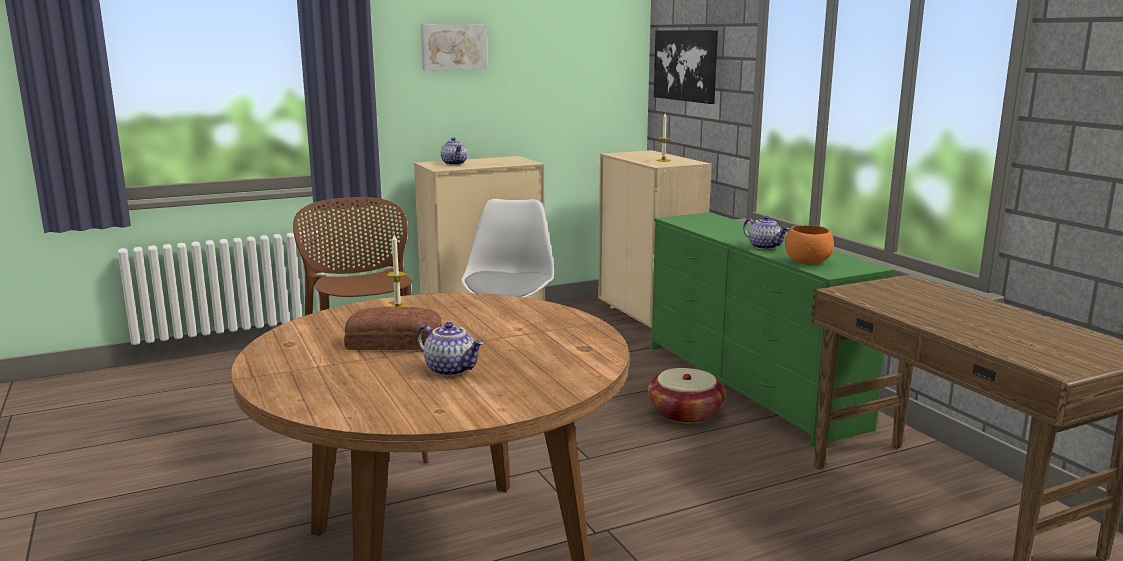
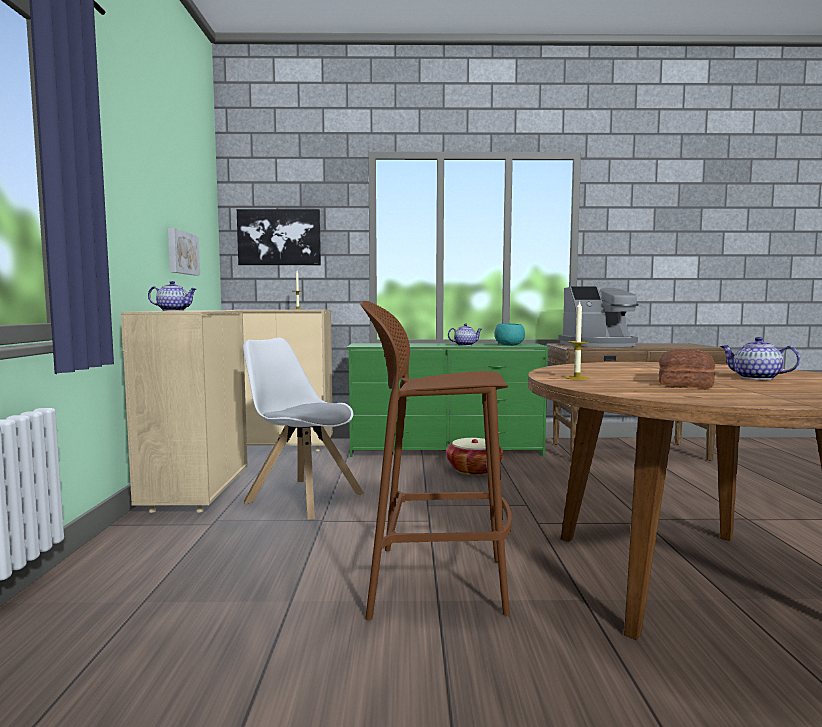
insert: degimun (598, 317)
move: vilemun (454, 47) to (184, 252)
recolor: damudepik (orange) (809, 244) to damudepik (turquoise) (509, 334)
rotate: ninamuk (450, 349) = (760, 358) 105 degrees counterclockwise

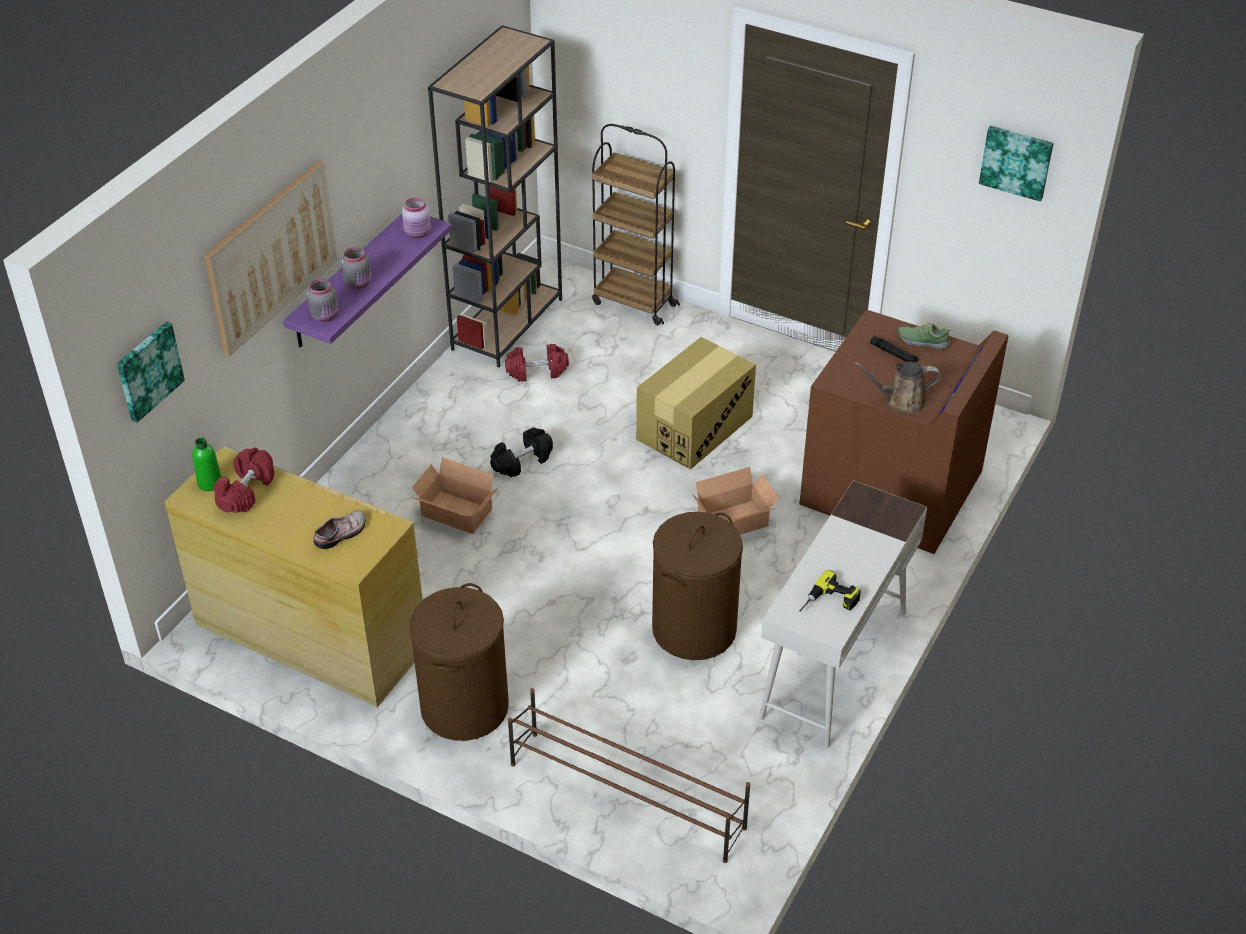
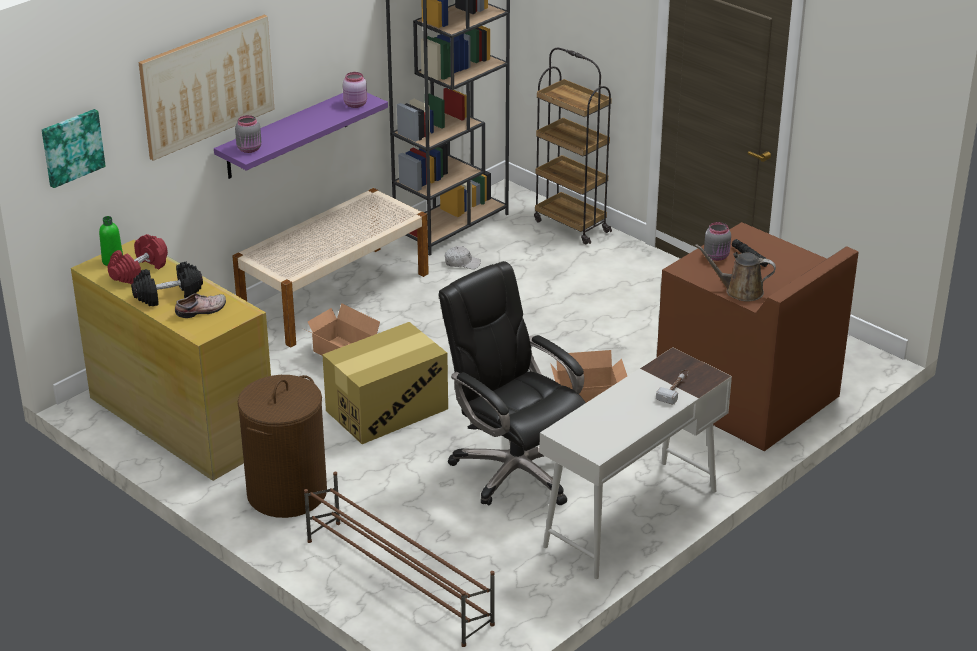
delete: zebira (830, 591); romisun (924, 336); vilemun (1016, 163)
insert: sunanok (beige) (330, 268); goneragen (672, 386)
move: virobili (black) (521, 452) to (167, 284); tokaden (696, 403) to (385, 383); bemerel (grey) (356, 268) to (717, 241)
replace: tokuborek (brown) (697, 586) to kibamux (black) (512, 383); virobili (red) (537, 363) to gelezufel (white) (463, 257)

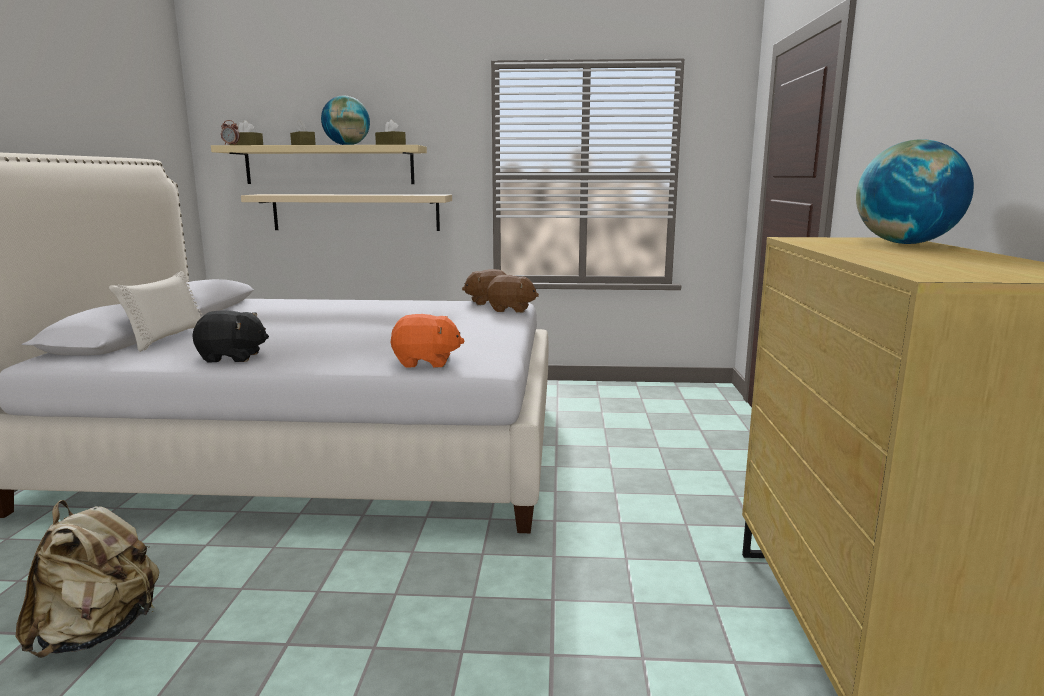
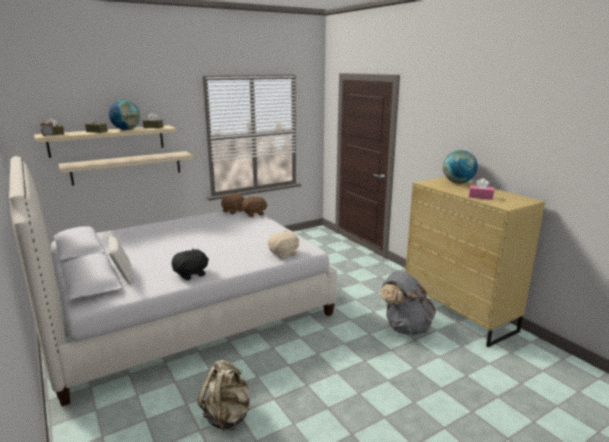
insert: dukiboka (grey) (408, 303); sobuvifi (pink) (481, 189)
recolor: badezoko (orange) (427, 341) to badezoko (beige) (283, 245)

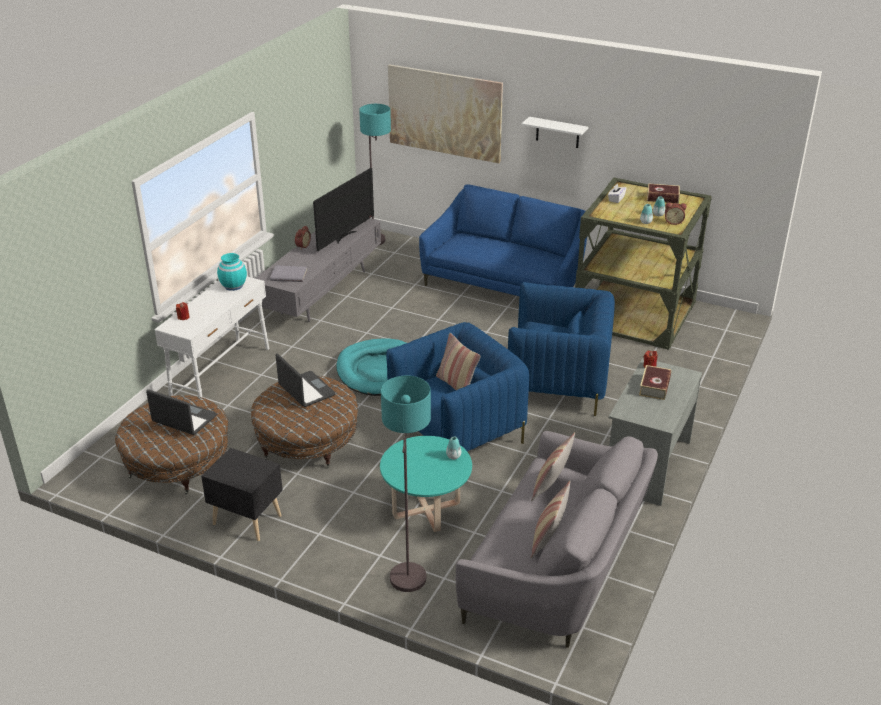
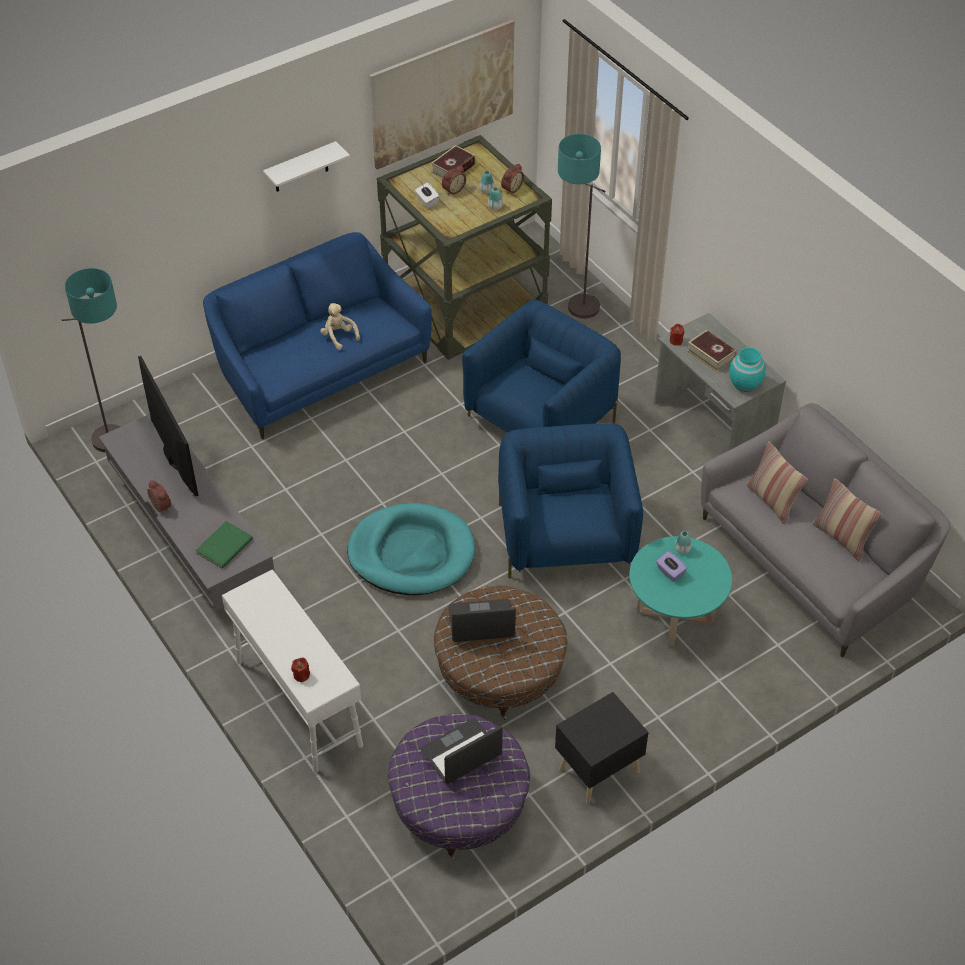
delete: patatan (458, 361)
insert: badezoko (beige) (340, 326); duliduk (454, 180); sobuvifi (purple) (671, 566)
move: vilemun (445, 113) to (441, 95); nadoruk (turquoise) (406, 484) to (582, 226); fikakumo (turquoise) (232, 272) to (747, 369)
recolor: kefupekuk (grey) (288, 273) to kefupekuk (green) (224, 545); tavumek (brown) (171, 444) to tavumek (purple) (459, 786)

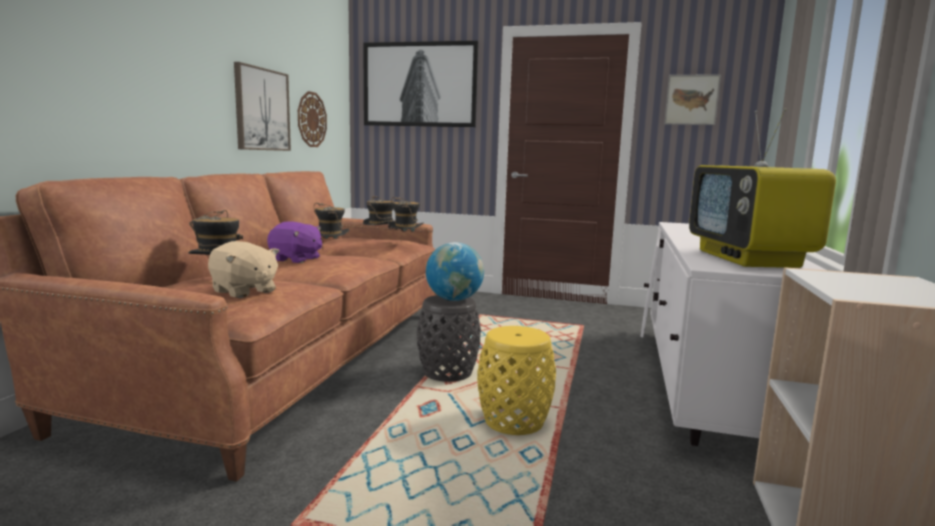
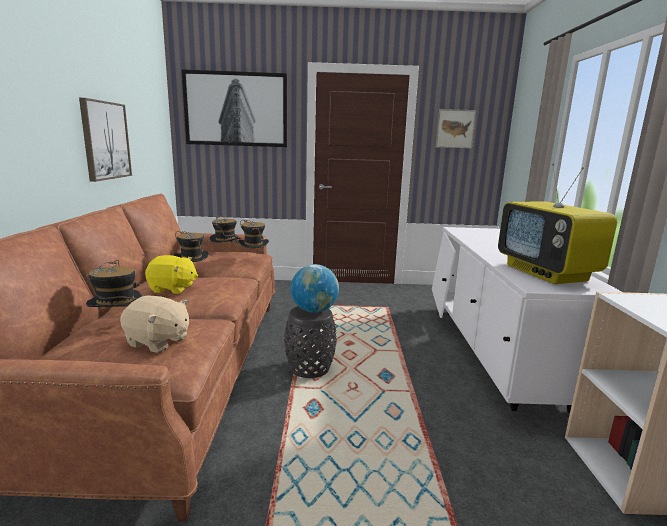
delete: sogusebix (312, 119); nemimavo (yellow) (516, 380)
recolor: badezoko (purple) (294, 242) to badezoko (yellow) (171, 274)

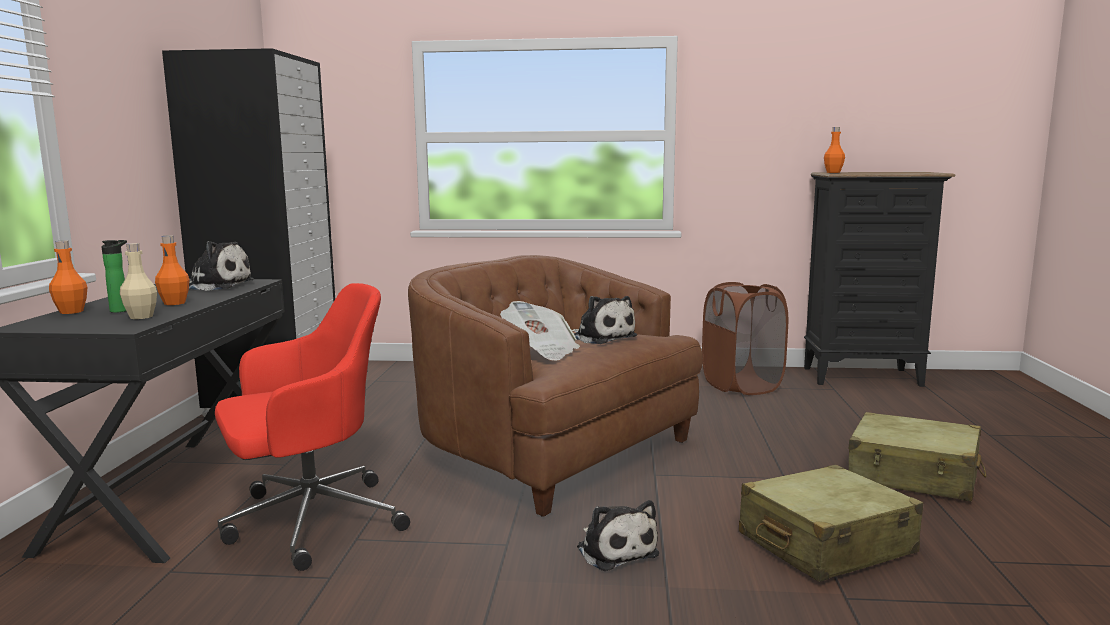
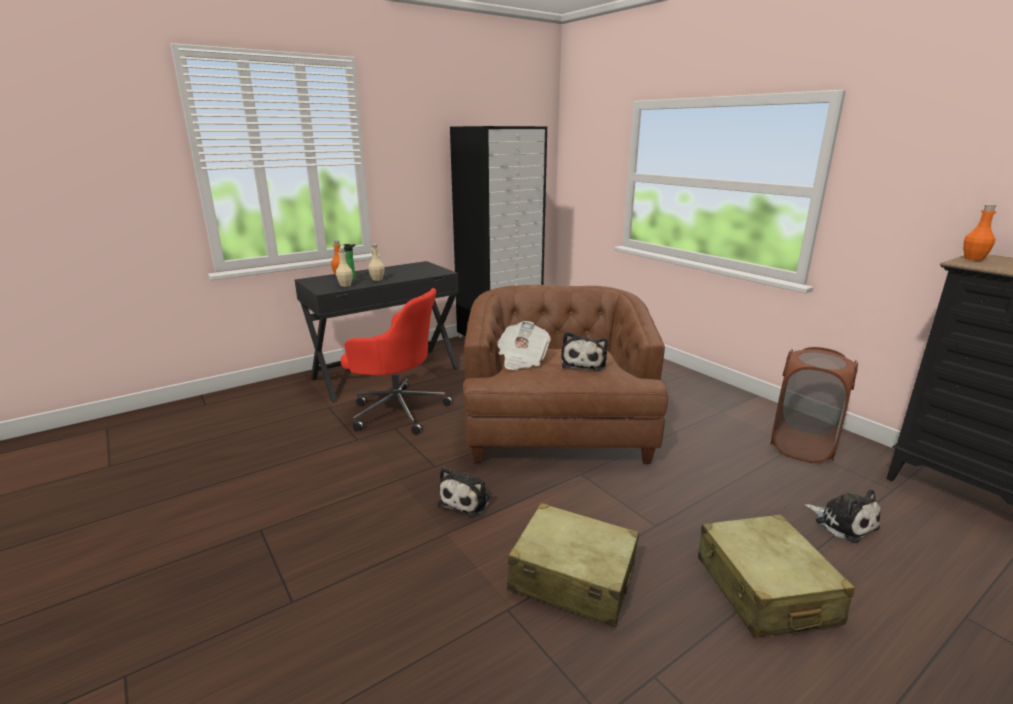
move: badezoko (221, 266) to (842, 516)
recolor: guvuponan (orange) (172, 270) to guvuponan (beige) (376, 262)

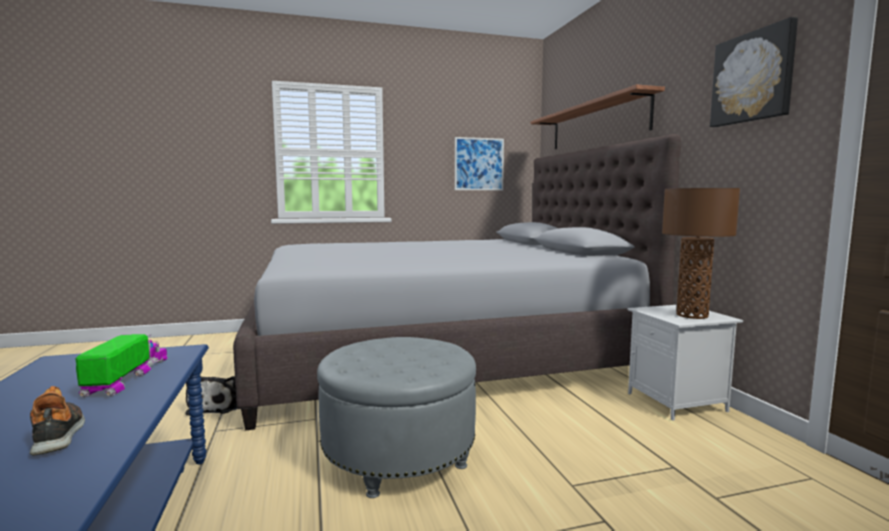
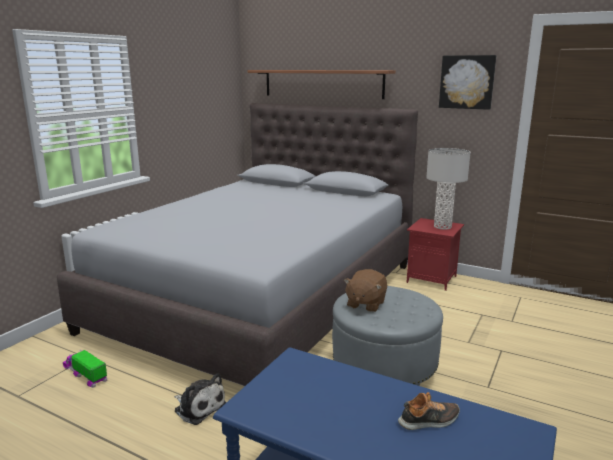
delete: vilemun (479, 163)
insert: badezoko (brown) (365, 290)
move: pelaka (121, 366) to (85, 369)
recolor: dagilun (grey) (685, 363) to dagilun (red) (435, 254); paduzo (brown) (701, 253) to paduzo (white) (448, 188)
rotate: romisun (57, 420) = (429, 411) 150 degrees clockwise

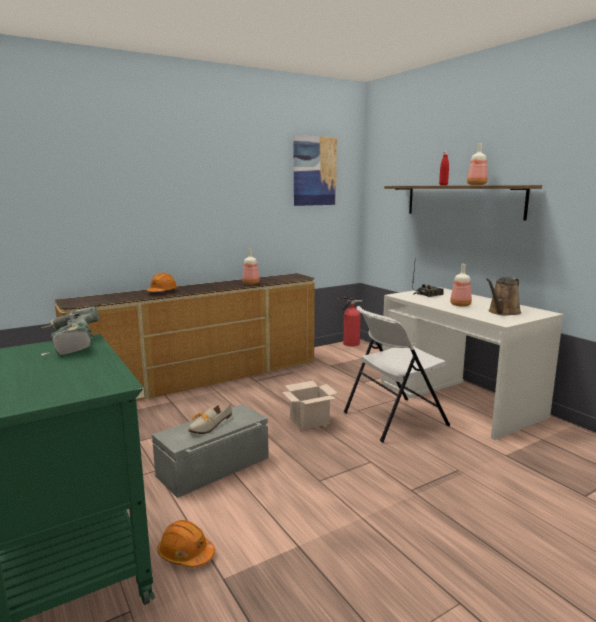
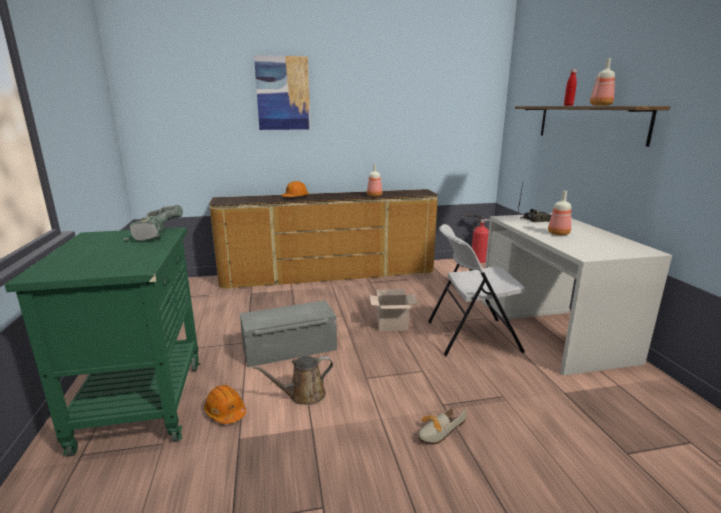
move: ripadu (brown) (503, 296) to (293, 380); vilemun (315, 170) to (282, 92); romisun (210, 418) to (442, 426)

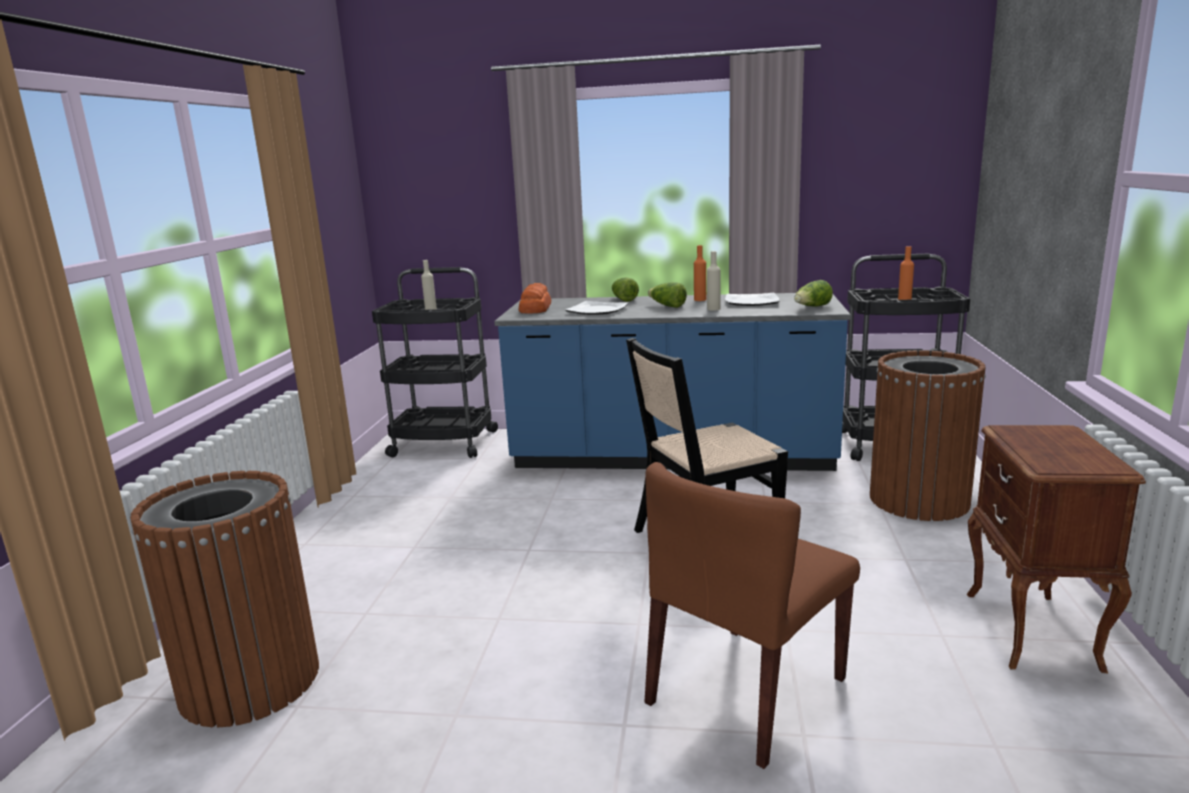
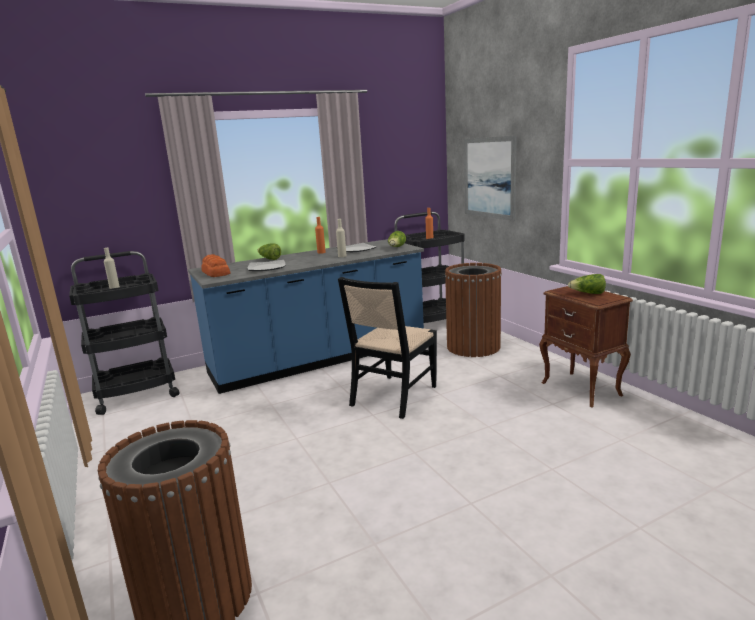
delete: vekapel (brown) (752, 615)
insert: vilemun (490, 178)
move: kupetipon (667, 295) to (587, 284)

